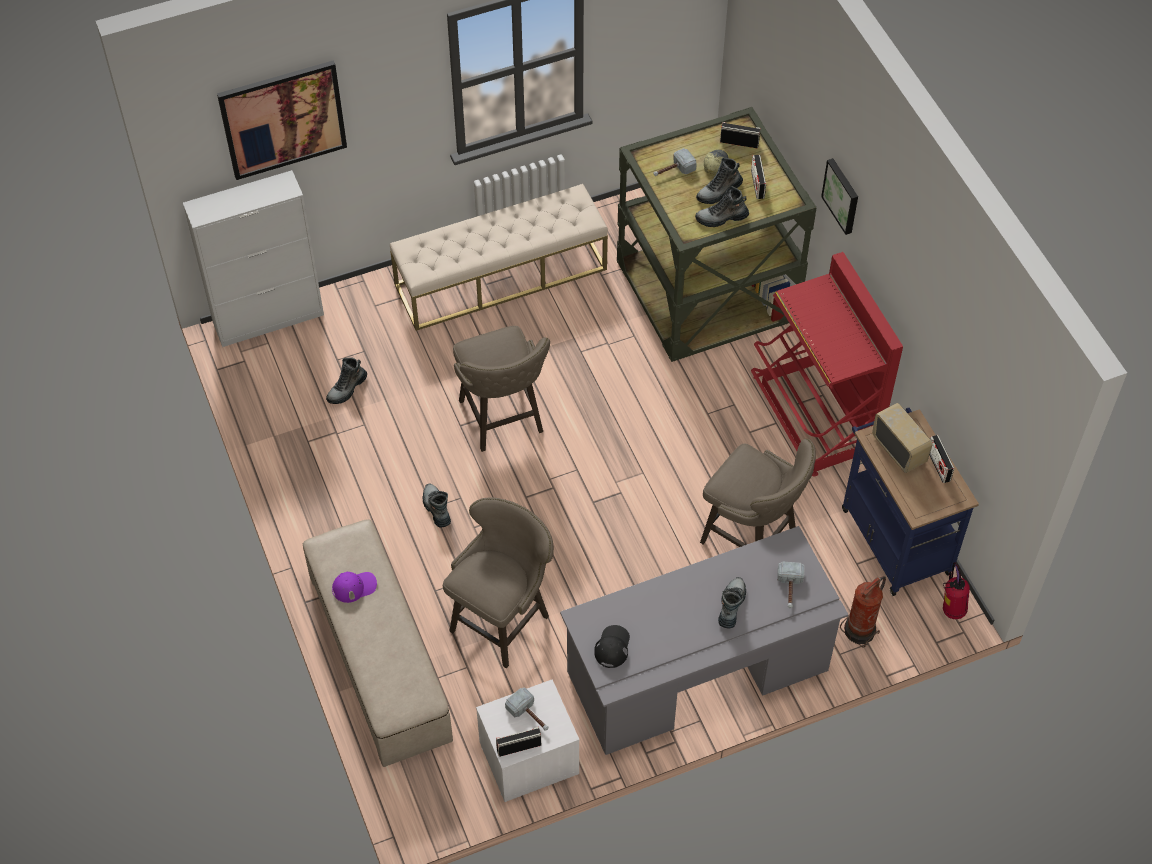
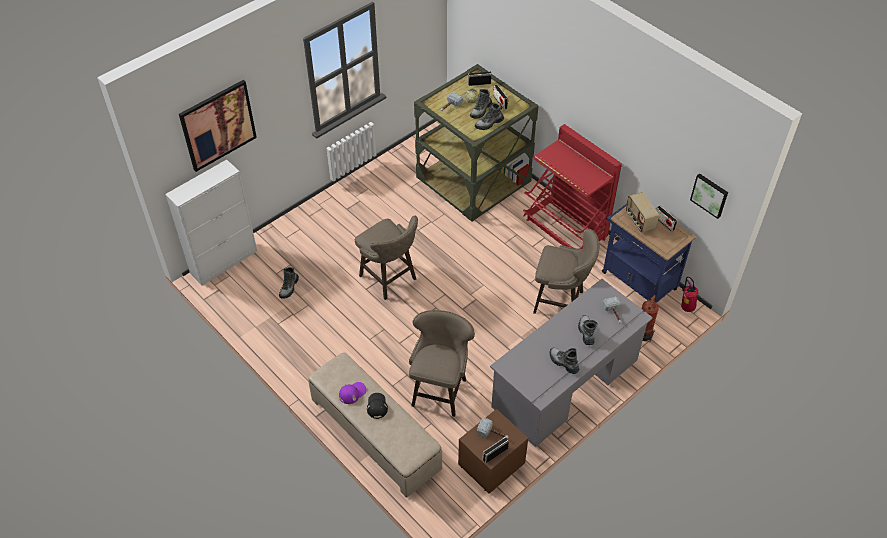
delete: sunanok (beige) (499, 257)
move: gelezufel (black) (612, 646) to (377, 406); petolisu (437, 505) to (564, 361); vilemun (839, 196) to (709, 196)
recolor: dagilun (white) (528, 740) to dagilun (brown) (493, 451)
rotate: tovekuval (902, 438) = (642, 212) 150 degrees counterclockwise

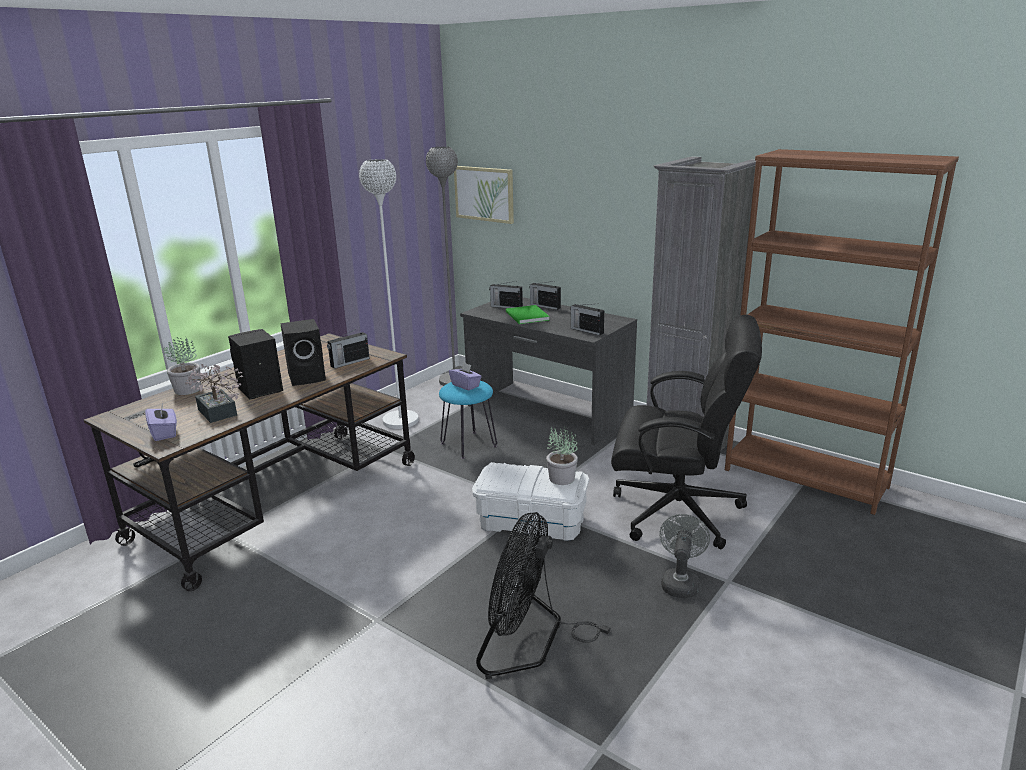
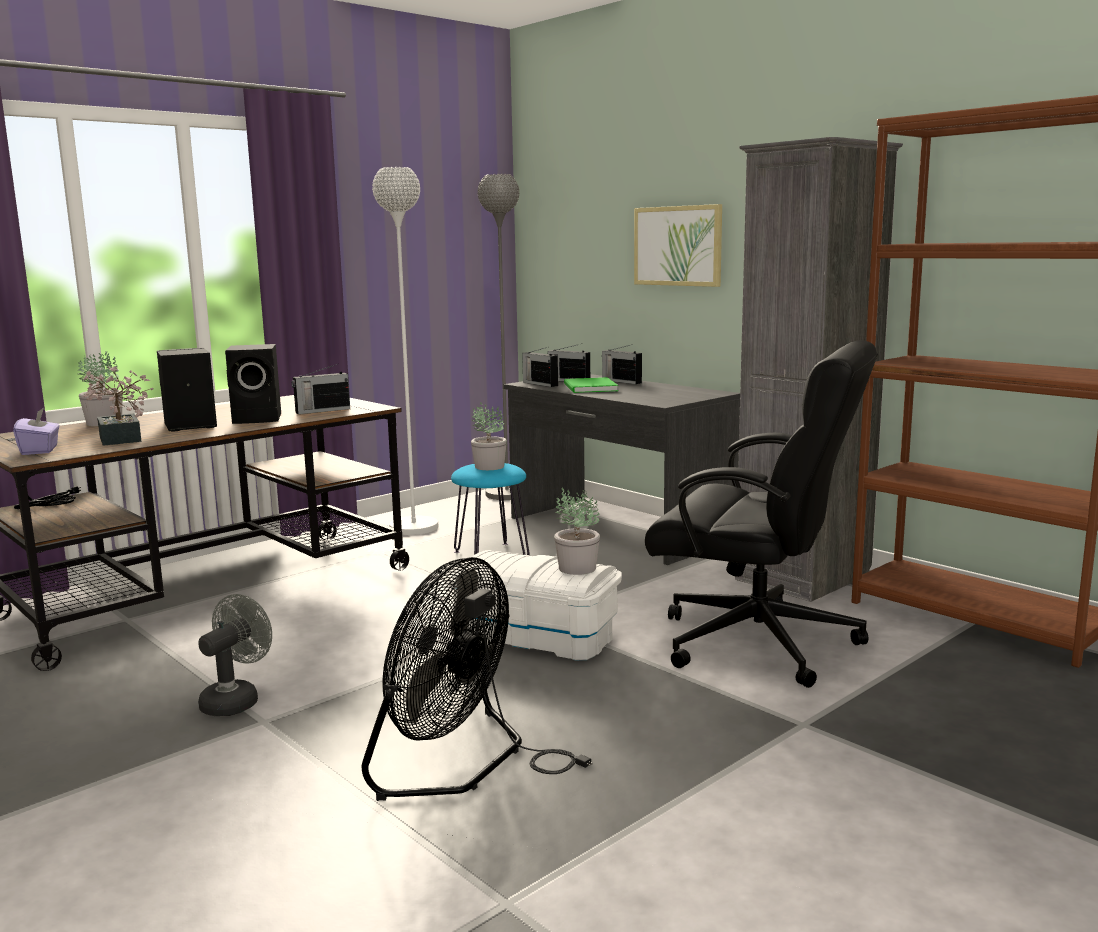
move: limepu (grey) (684, 556) to (235, 655); tovekuval (587, 319) to (540, 367); vilemun (484, 195) to (678, 245)
replace: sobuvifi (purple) (465, 376) to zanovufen (489, 436)

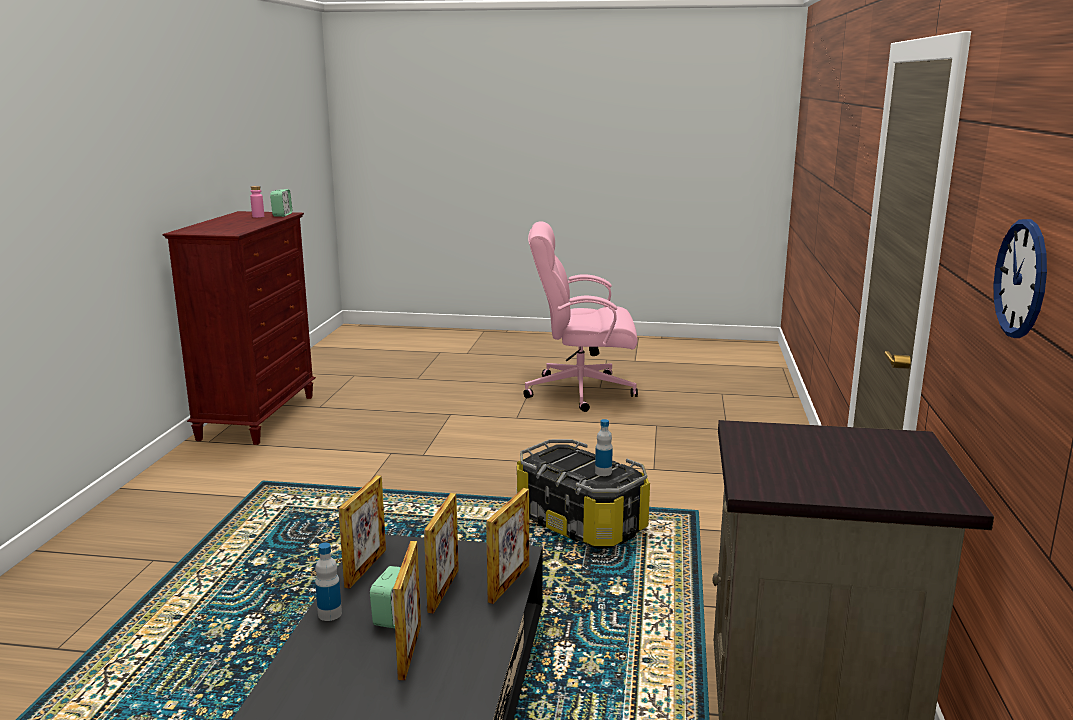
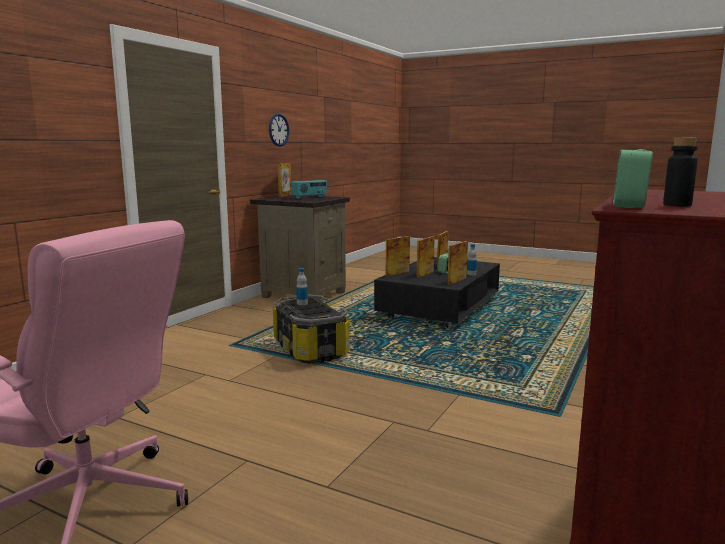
insert: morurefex (285, 180); tovekuval (309, 189)
recolor: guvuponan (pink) (257, 202) to guvuponan (black) (680, 172)

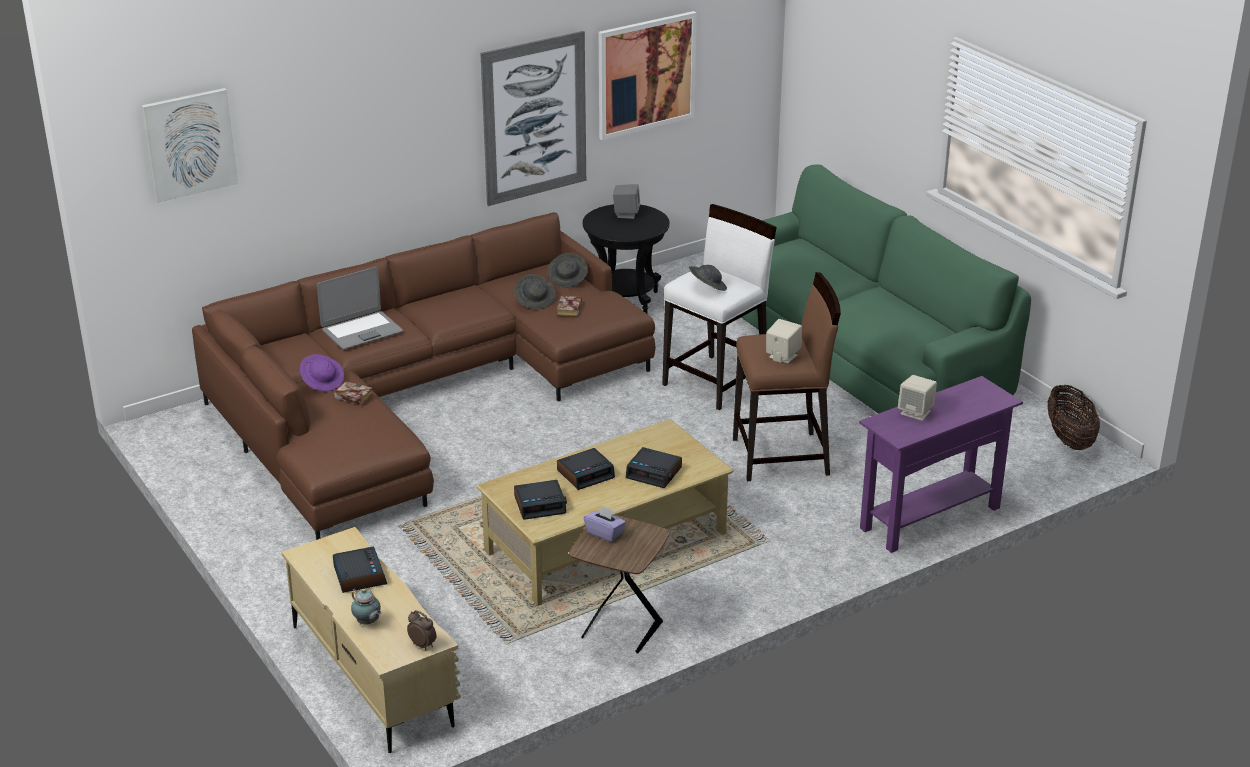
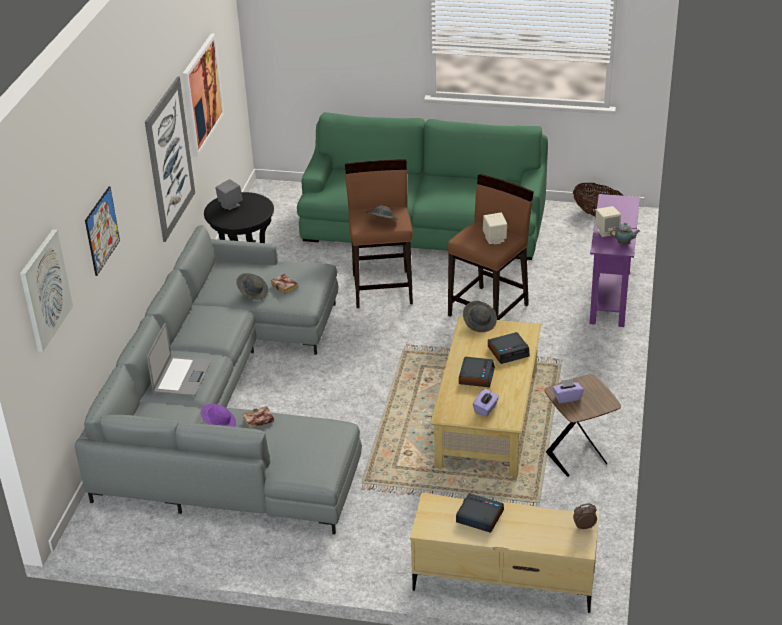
insert: vilemun (102, 231)
move: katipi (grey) (567, 270) to (480, 316); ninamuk (366, 607) to (625, 233)
replace: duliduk (540, 500) to sobuvifi (purple) (486, 402)
recolor: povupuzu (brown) (424, 376) to povupuzu (grey) (218, 380); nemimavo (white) (719, 307) to nemimavo (brown) (379, 233)

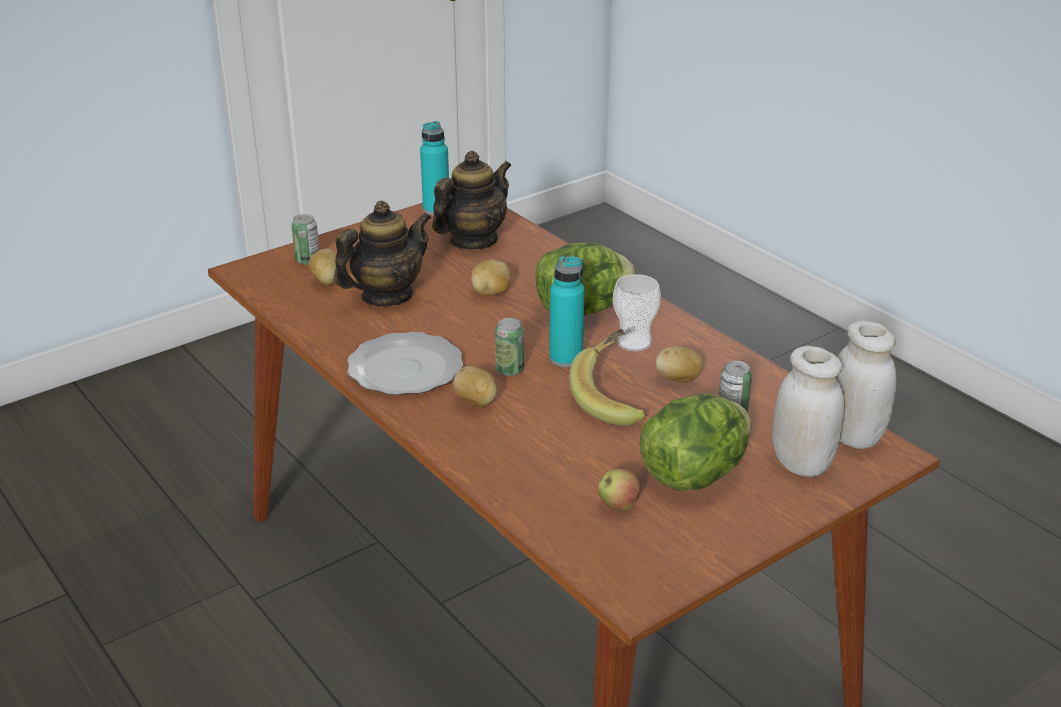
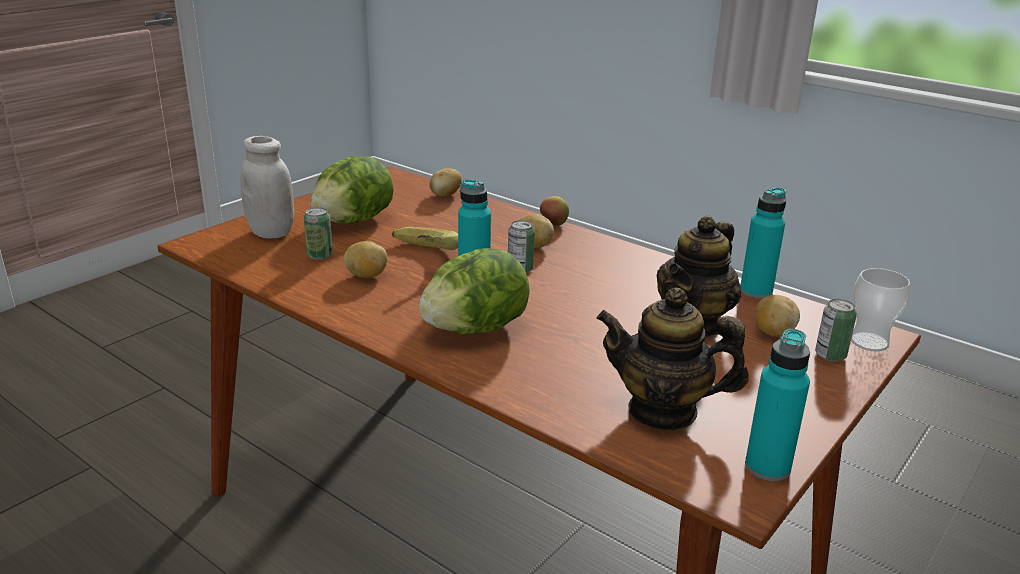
delete: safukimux (405, 363); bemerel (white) (867, 384)
insert: guvuponan (turquoise) (763, 243)
move: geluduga (491, 277) to (445, 182); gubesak (619, 490) to (554, 211); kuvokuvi (637, 312) to (880, 310)
rotate: ninamuk (472, 200) = (672, 359) 75 degrees clockwise

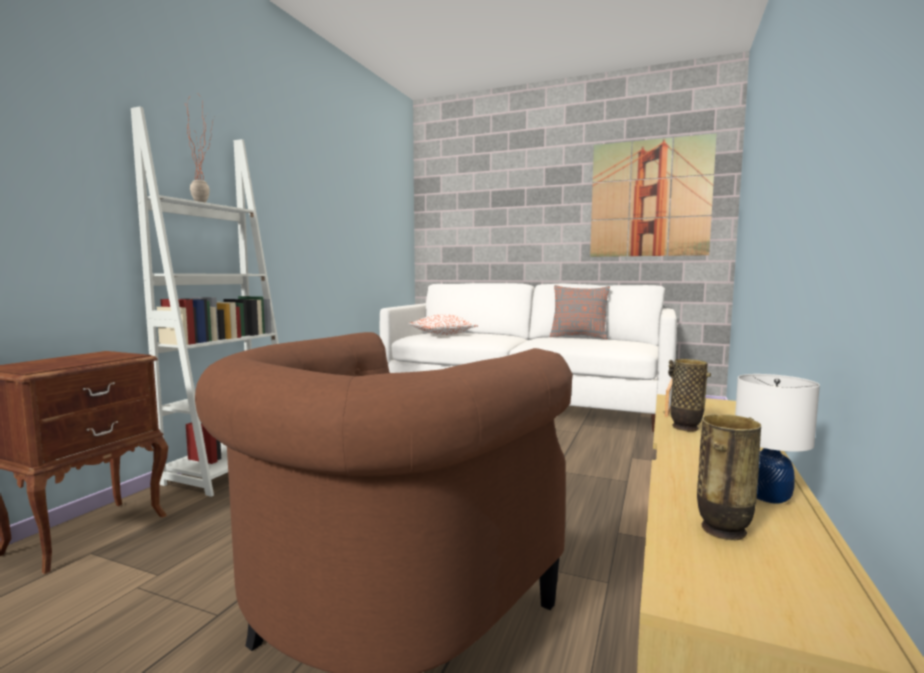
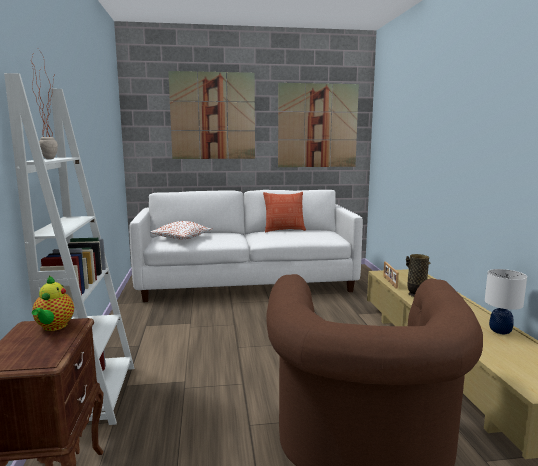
delete: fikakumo (729, 477)
insert: ninamuk (53, 303); vilemun (211, 115)
recolor: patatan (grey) (580, 312) to patatan (orange) (284, 212)

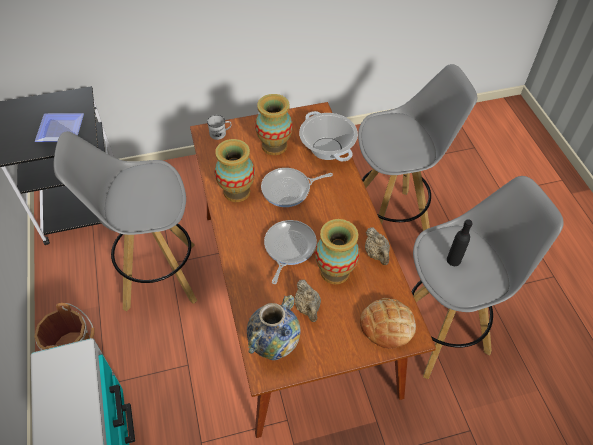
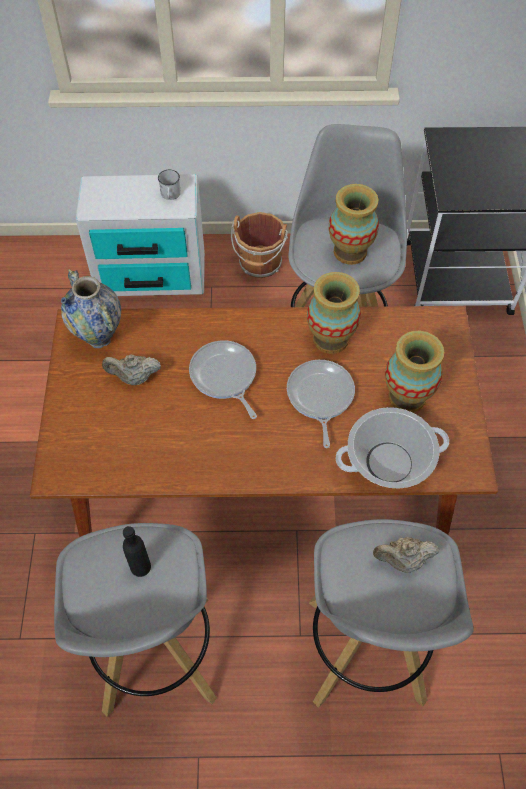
delete: safukimux (59, 127); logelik (388, 323)
move: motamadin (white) (219, 127) to (169, 185); fikakumo (337, 251) to (354, 224); ninamuk (beige) (377, 246) to (406, 555)
rotate: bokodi (290, 252) = (223, 379) 150 degrees counterclockwise

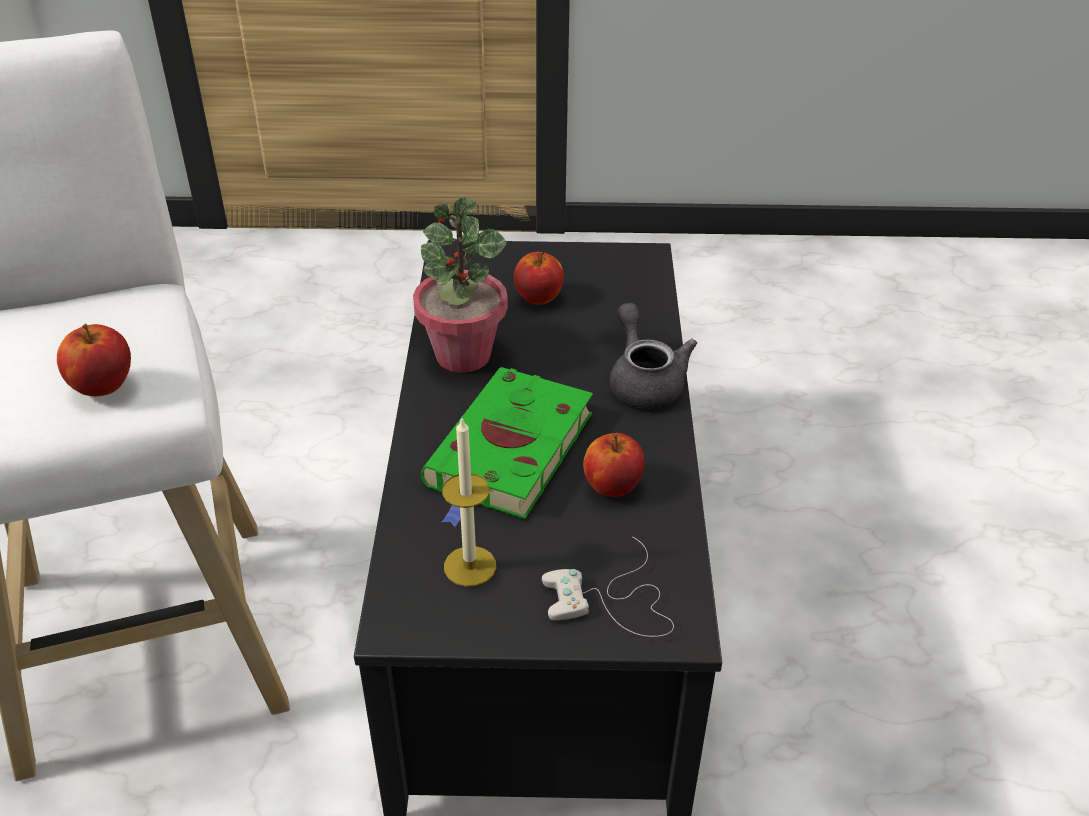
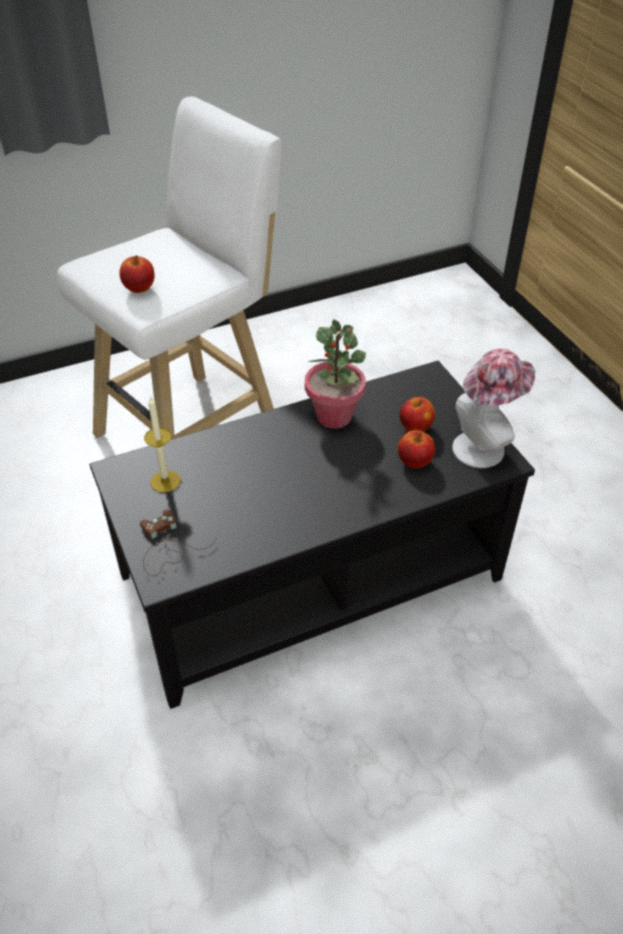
delete: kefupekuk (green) (507, 447); ninamuk (grey) (653, 355)
insert: katipi (493, 408)
move: gubesak (614, 465) to (416, 449)
recolor: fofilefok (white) (608, 587) to fofilefok (brown) (178, 542)

